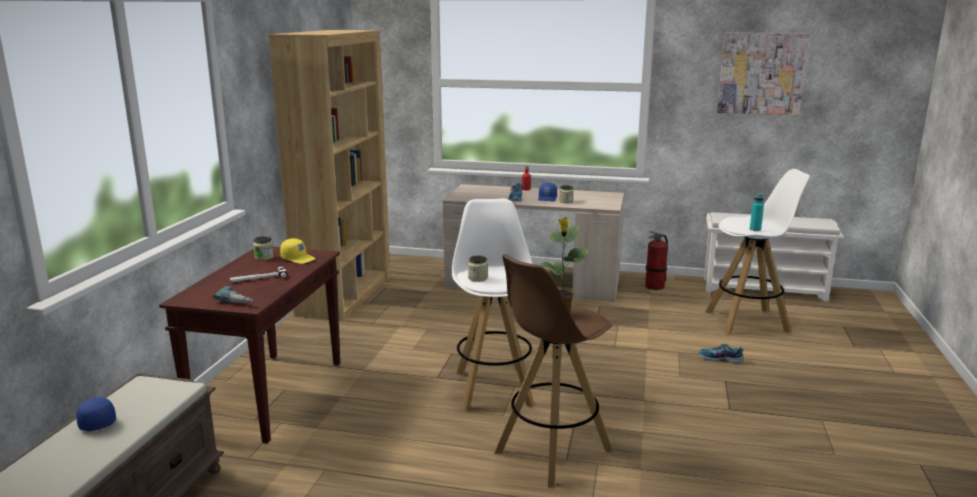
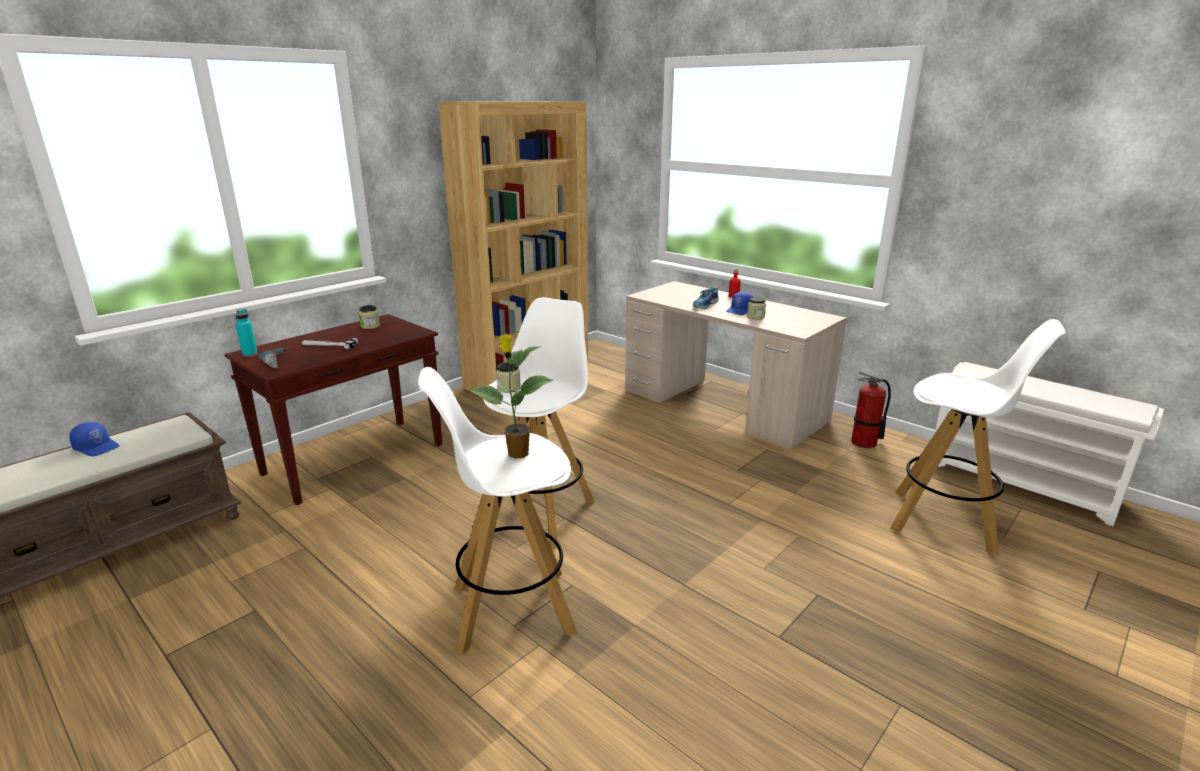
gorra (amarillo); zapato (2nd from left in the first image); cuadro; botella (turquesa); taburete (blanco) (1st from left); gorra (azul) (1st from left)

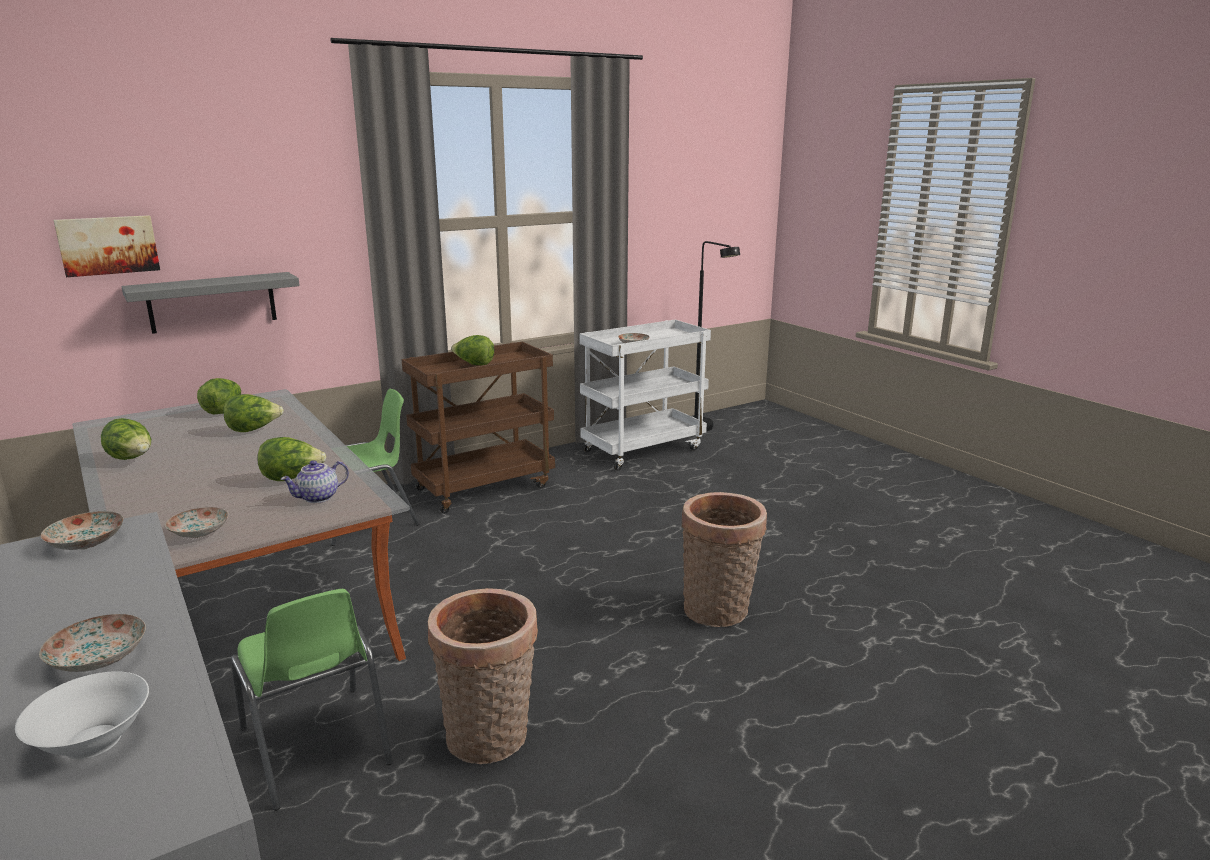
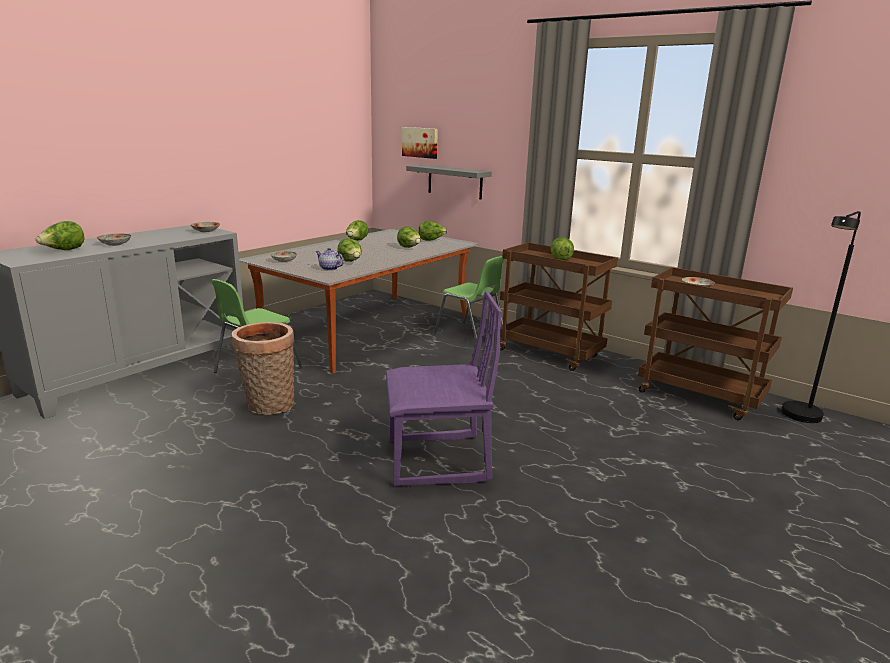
lechuga (1st from left); silla (morado); carrito (marrón) (2nd from left)

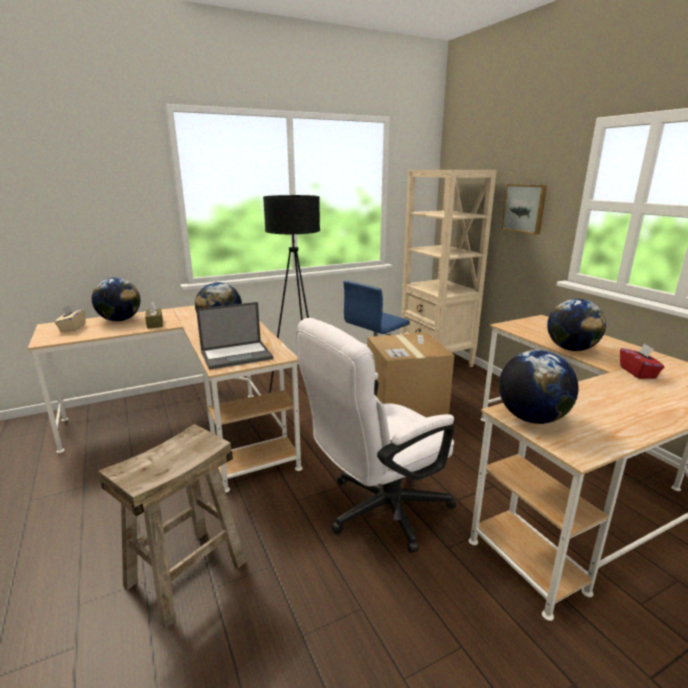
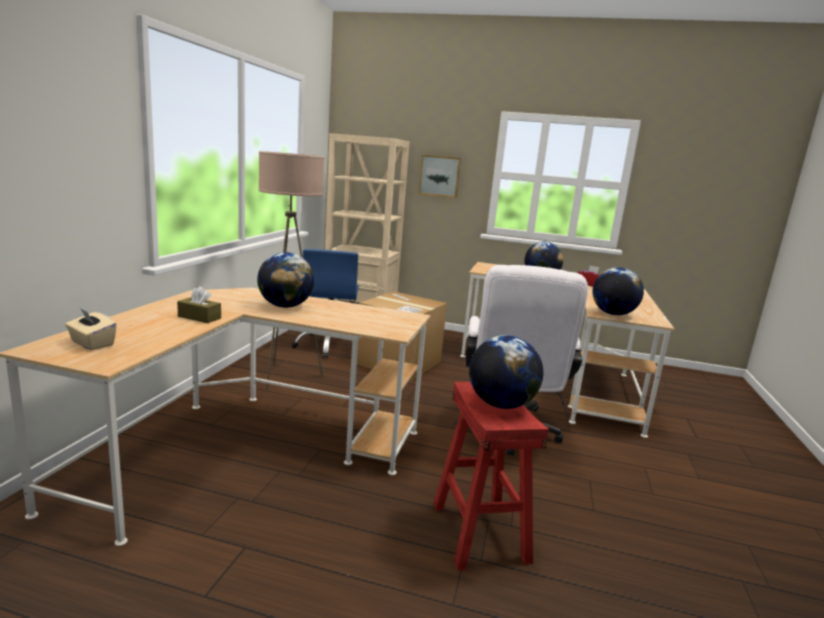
portátil; globo terráqueo (2nd from left); taburete (rojo); lámpara de pie (beis)

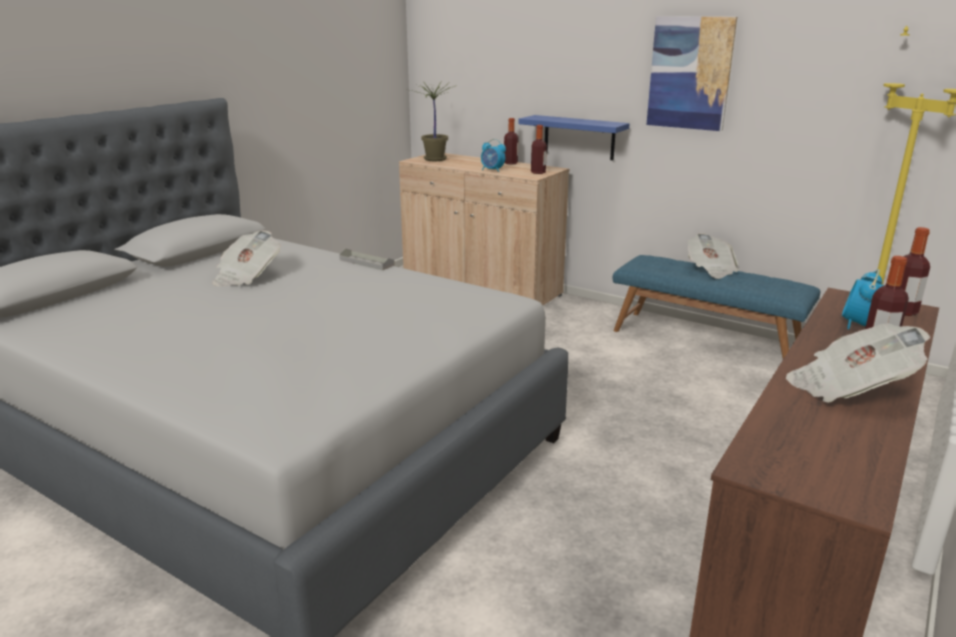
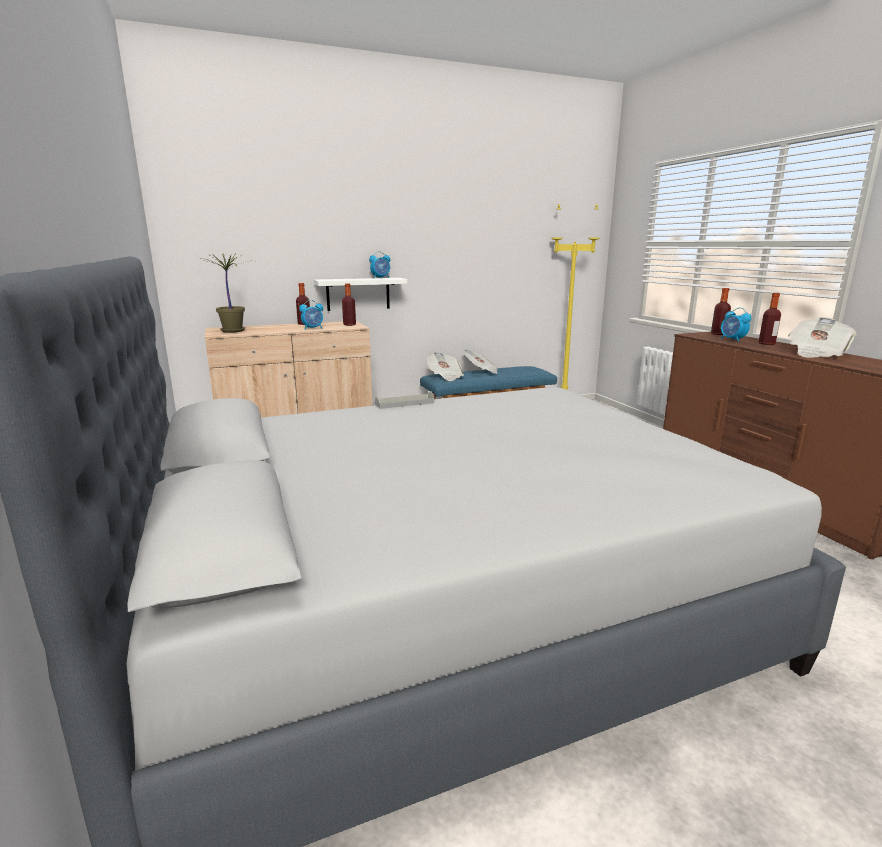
cuadro; despertador (2nd from left); periódico (1st from left); estante (blanco)

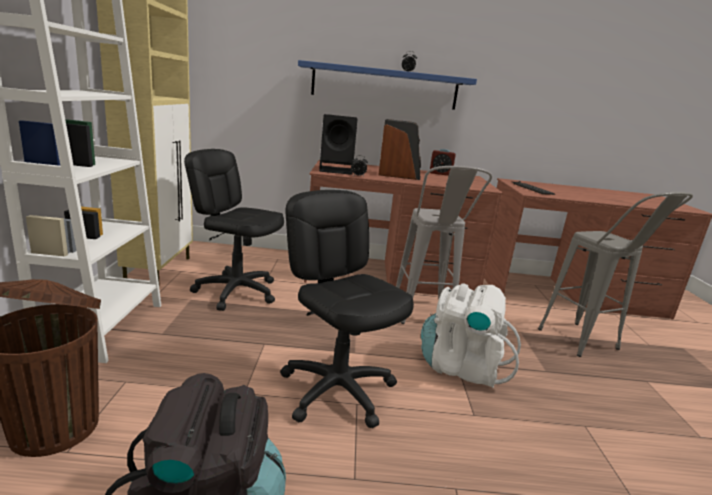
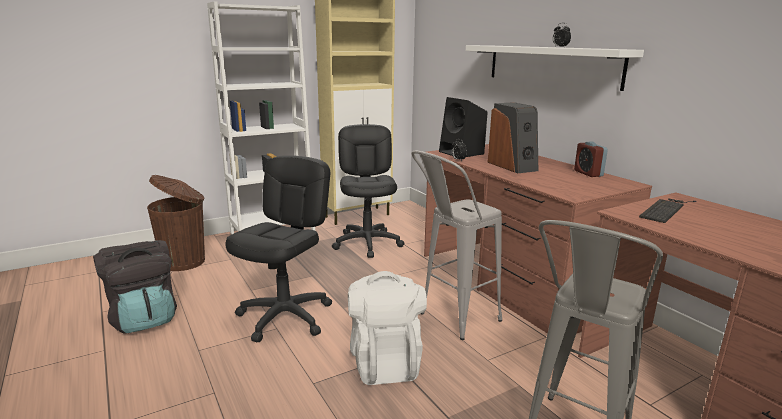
estante (blanco)

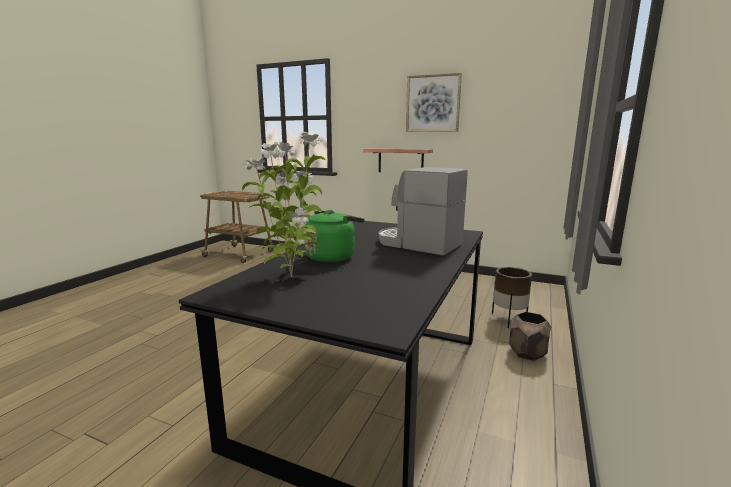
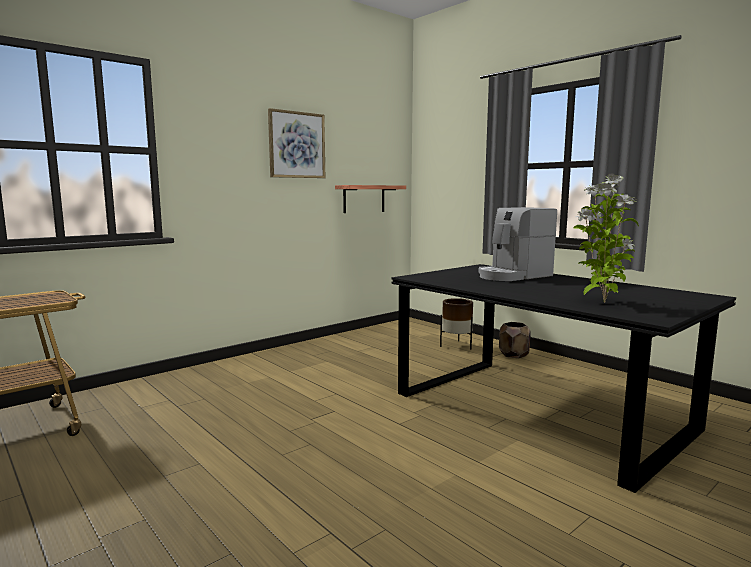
hervidor (verde); estante

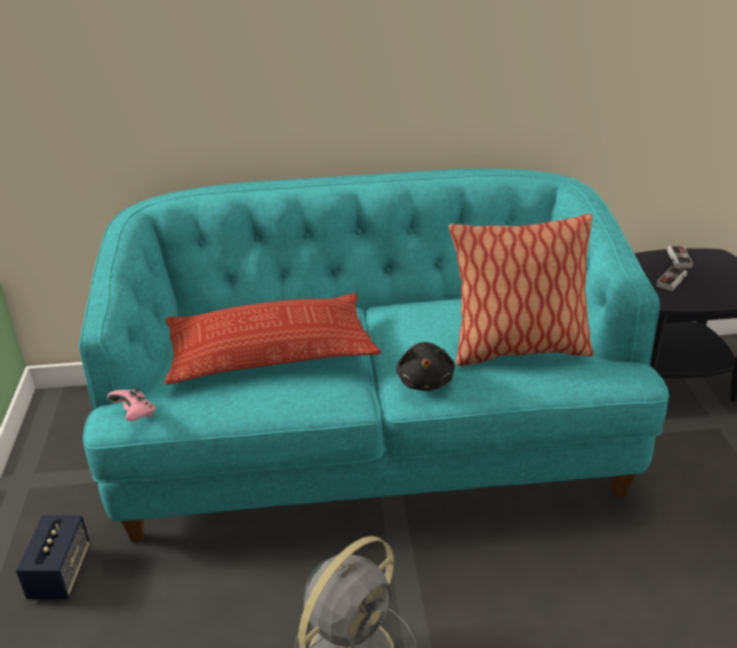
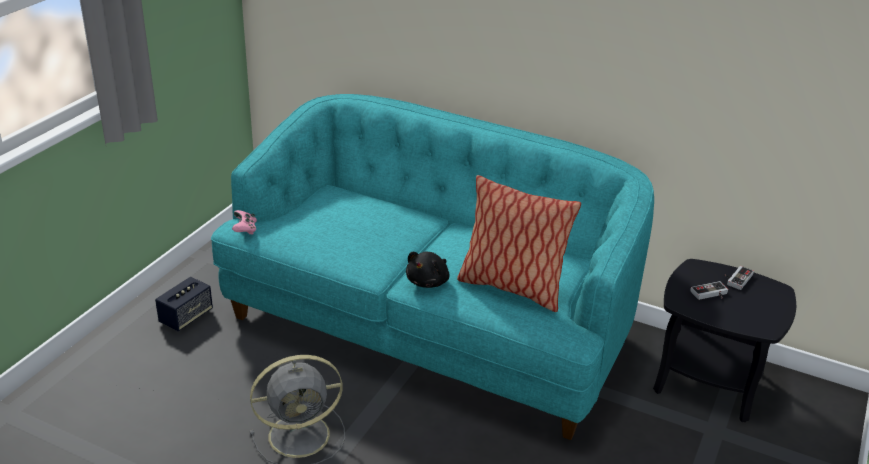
cojín (1st from left in the first image)

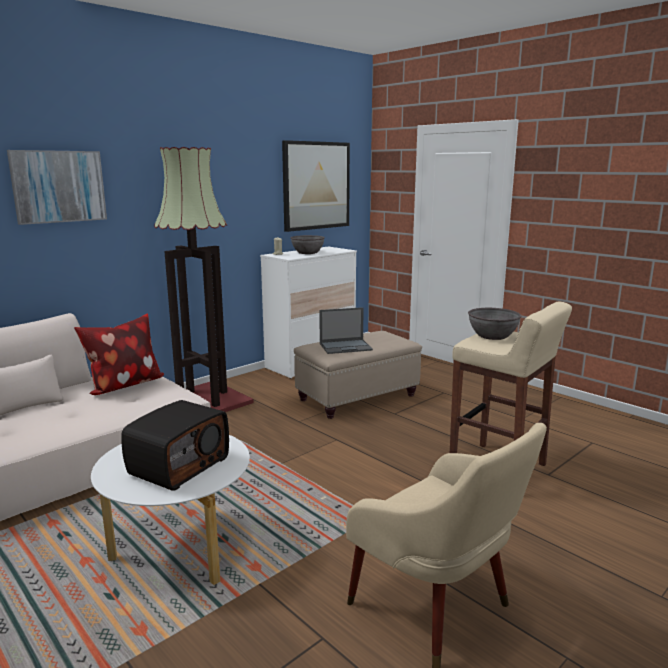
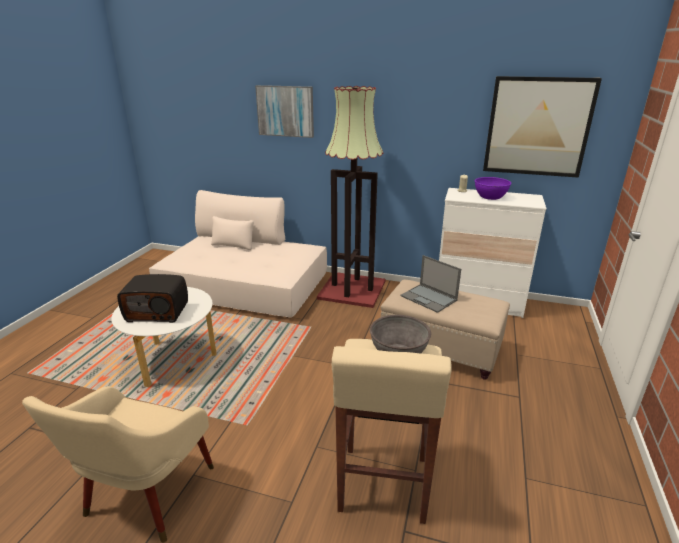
cojín; cuenco (morado)

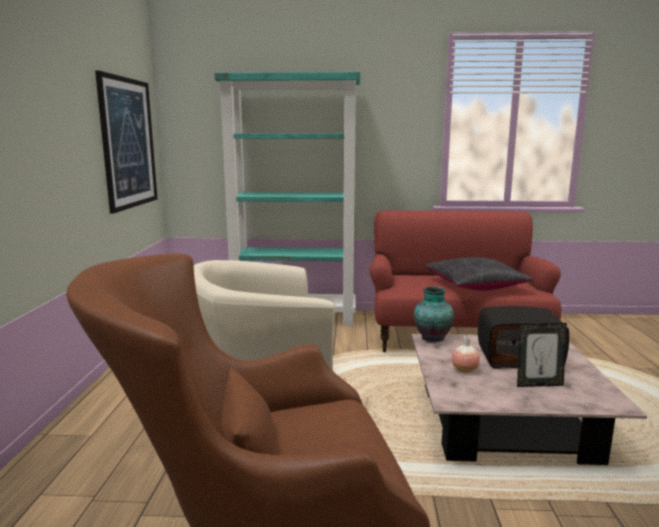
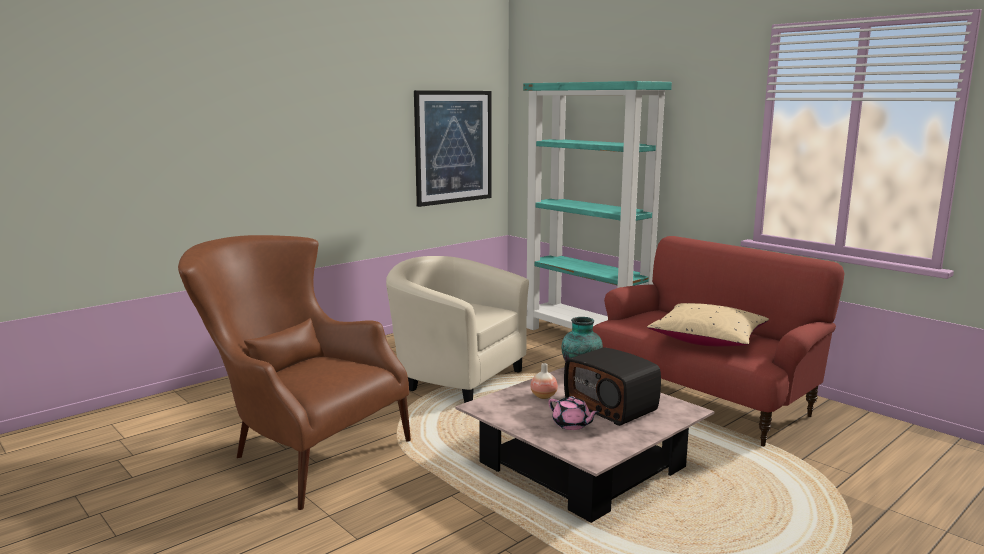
tetera (rosa); cojín (beis)

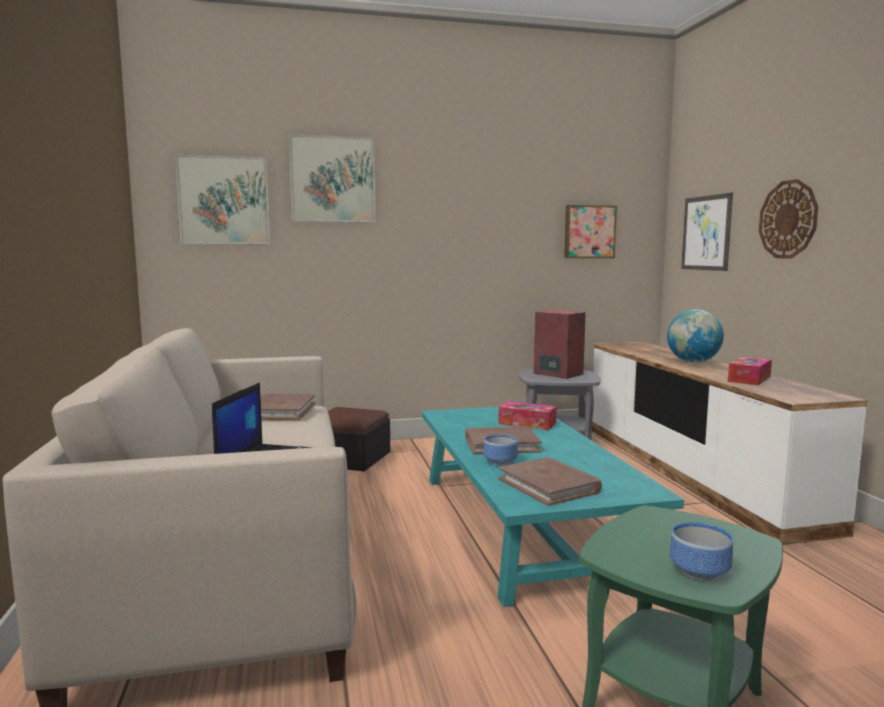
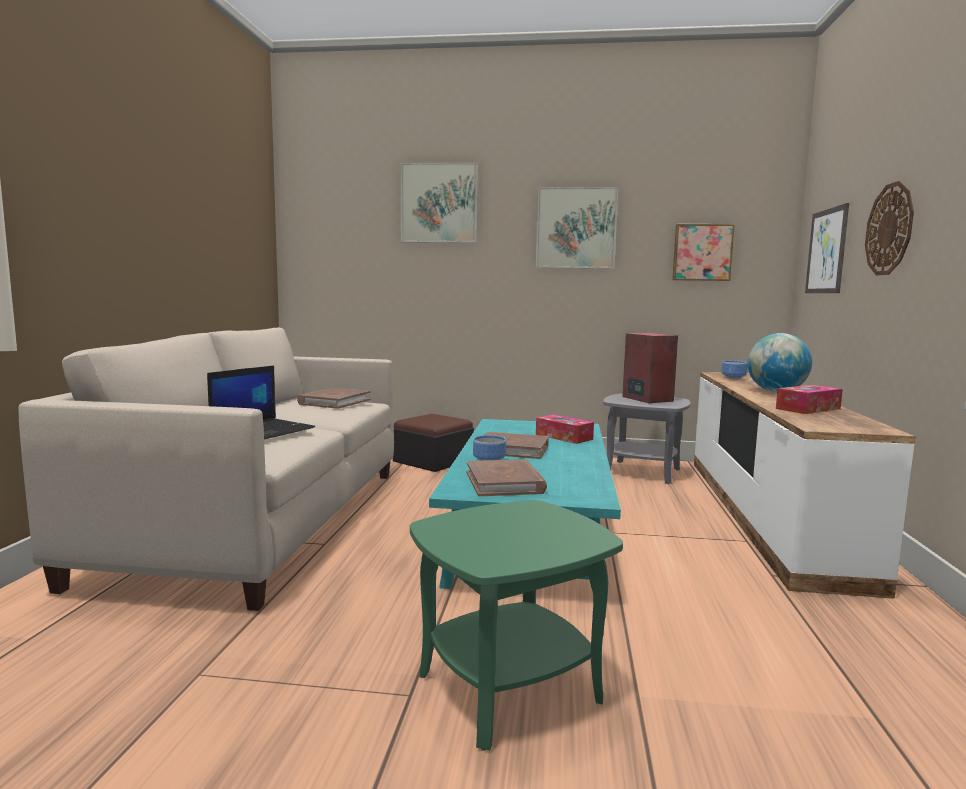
cuadro (2nd from left); cuenco (2nd from left)

